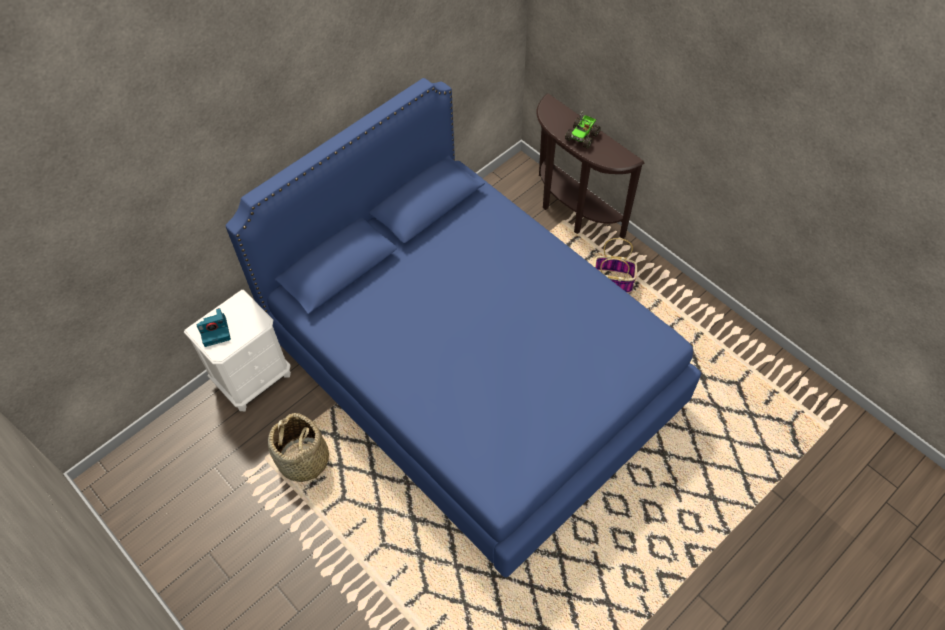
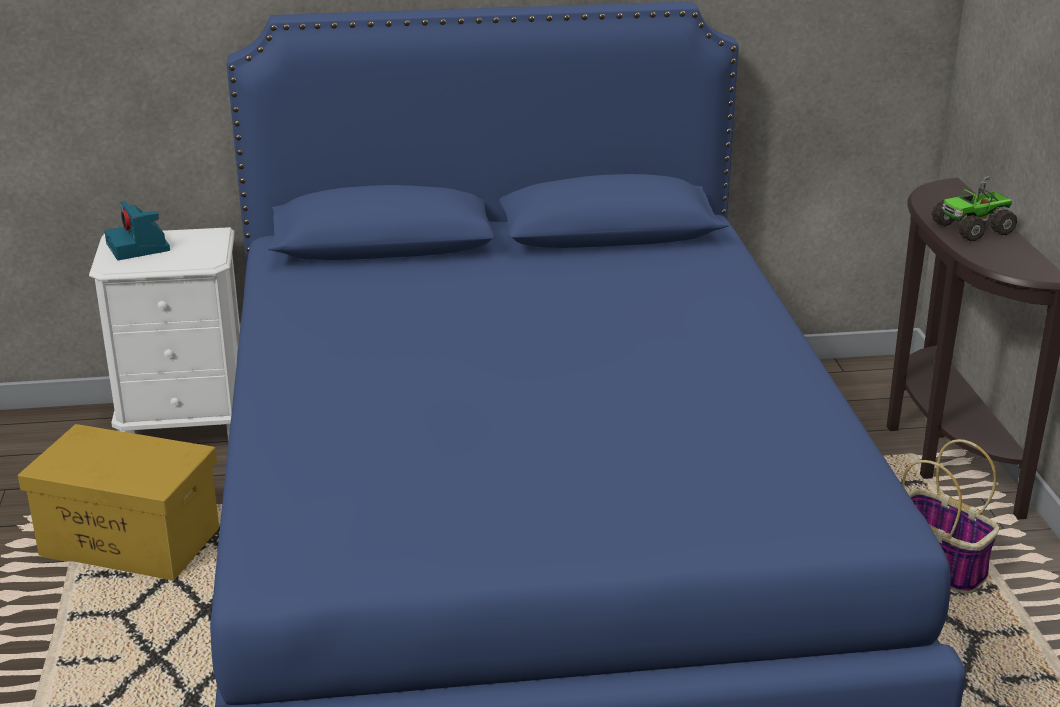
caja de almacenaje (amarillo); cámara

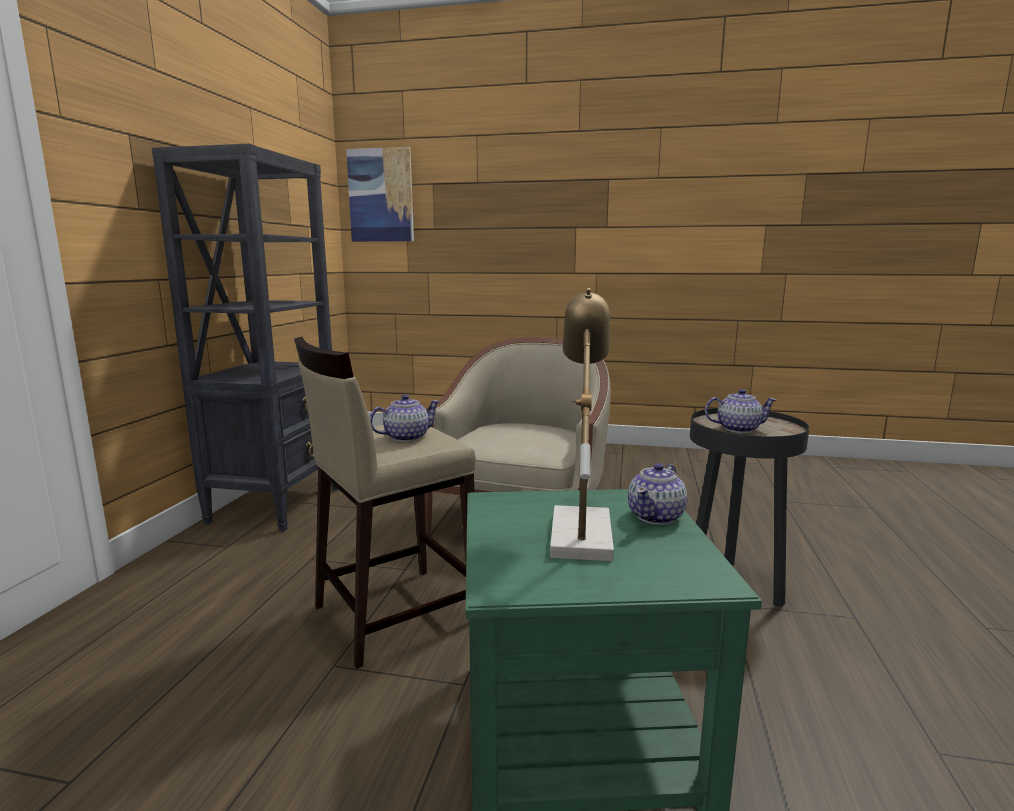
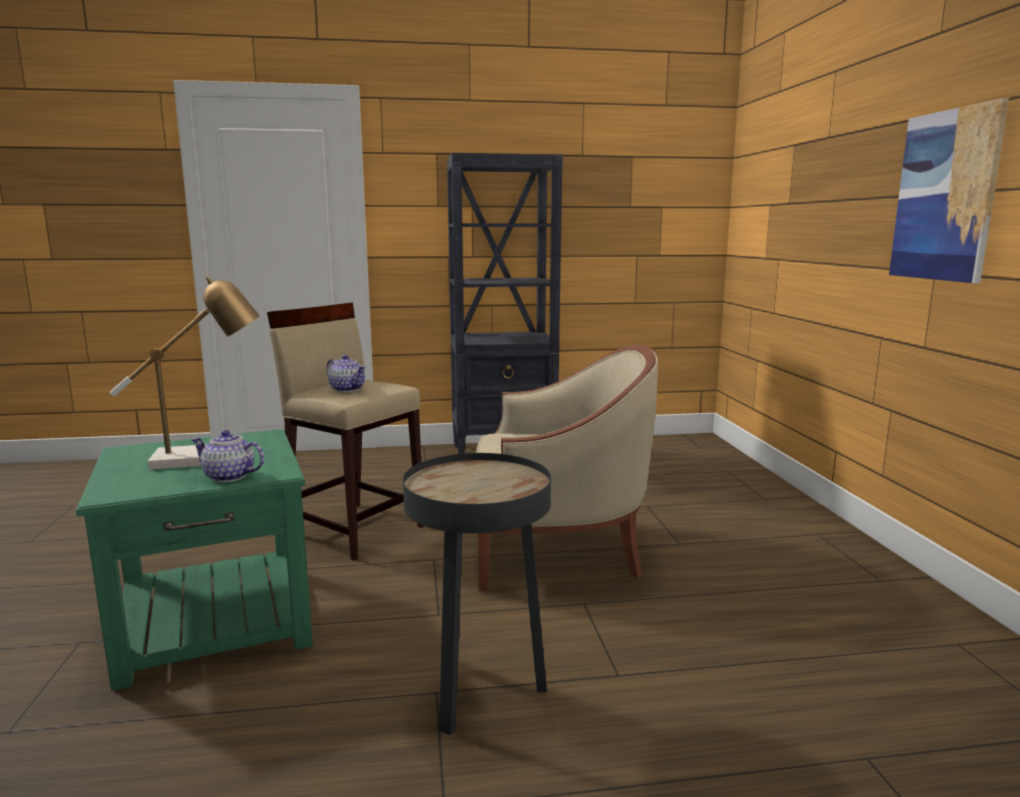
tetera (3rd from left in the first image); cuadro

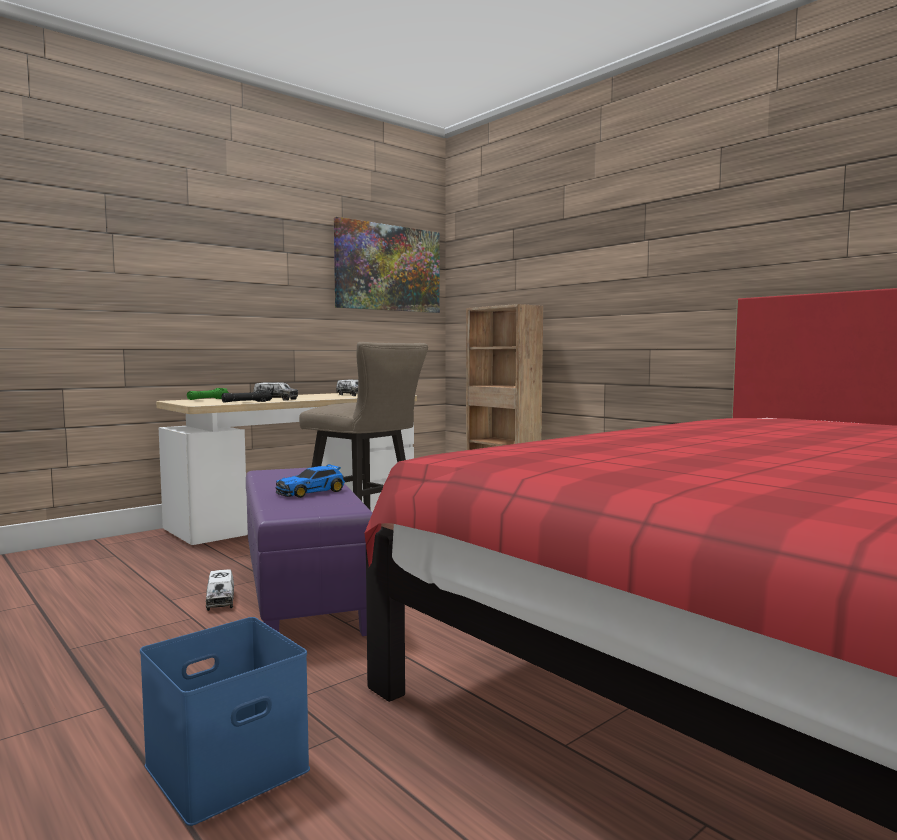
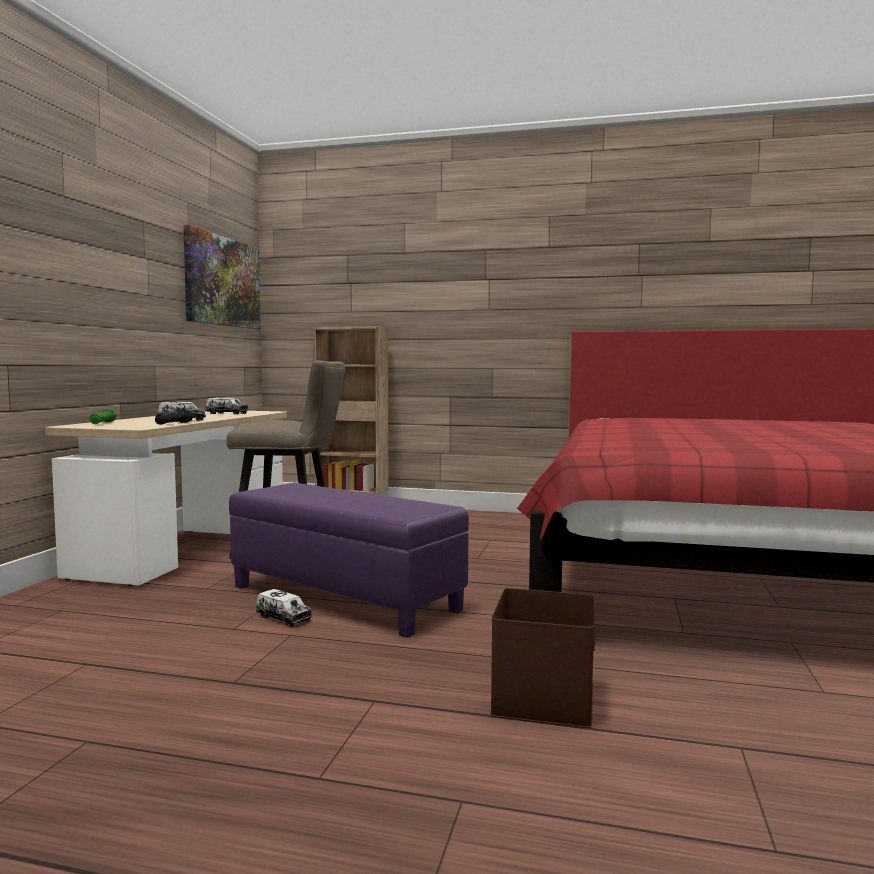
coche de juguete; caja de almacenaje (marrón)

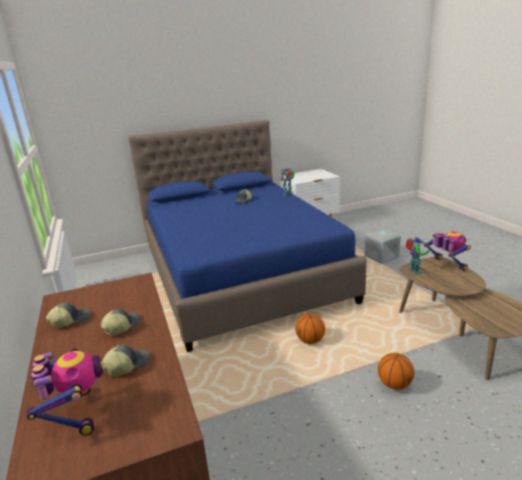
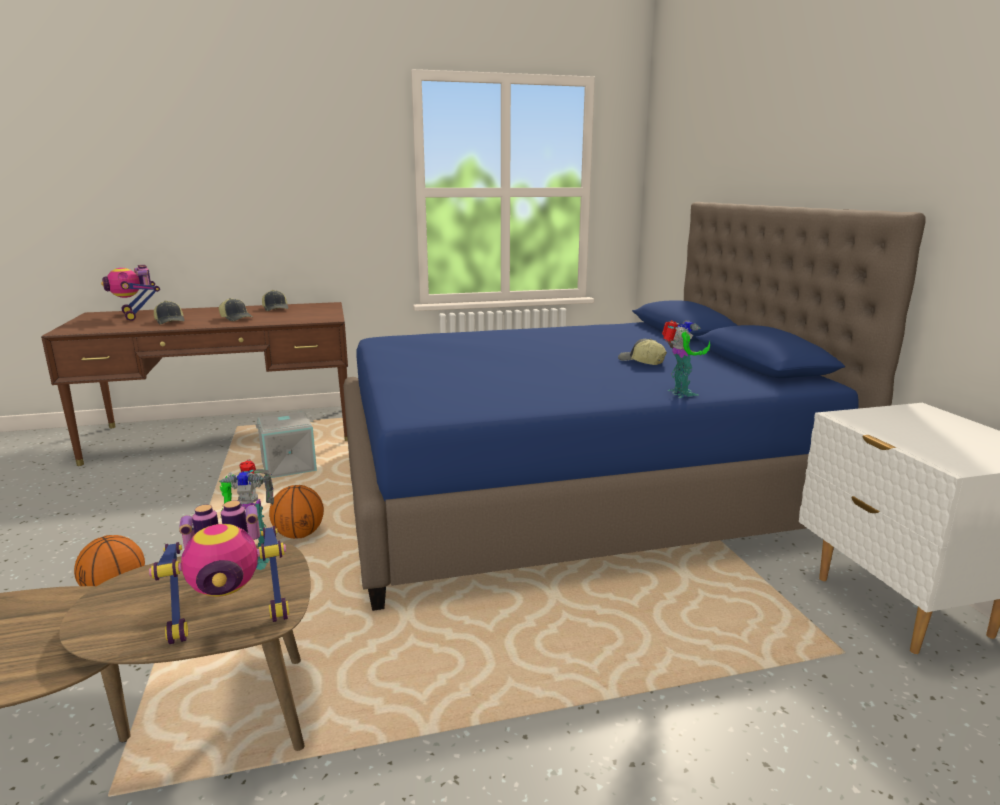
caja de almacenaje (gris); robot de juguete (1st from left)

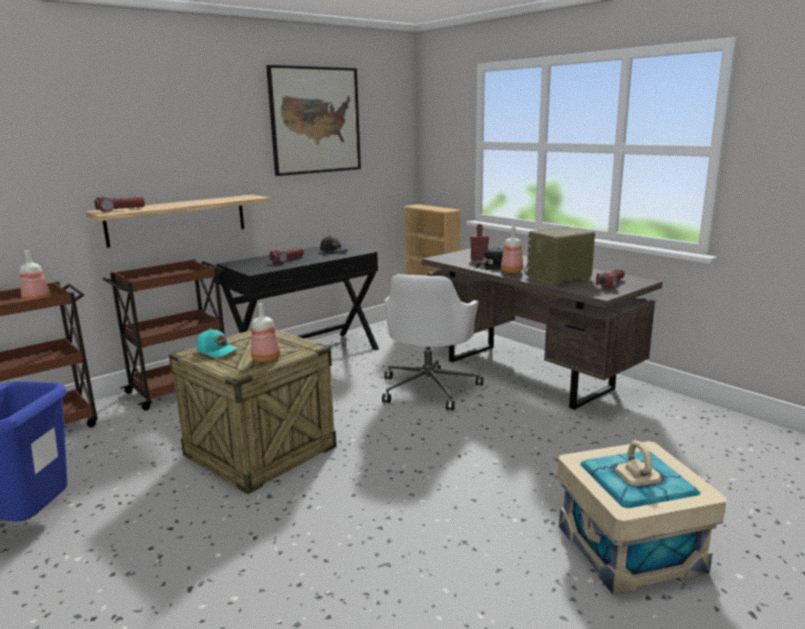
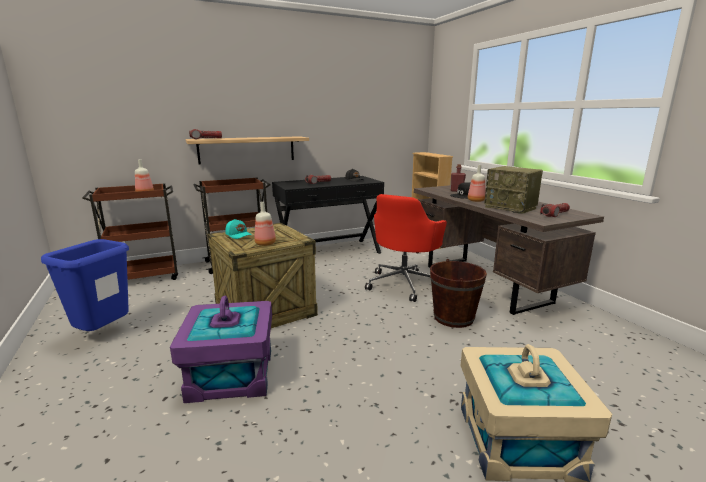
cuadro; caja de almacenaje (morado); cubo (marrón); silla de oficina (rojo); radio

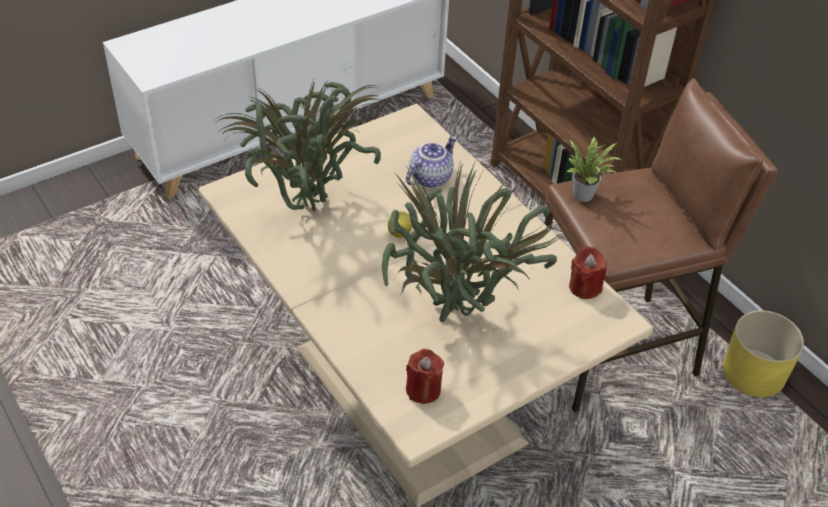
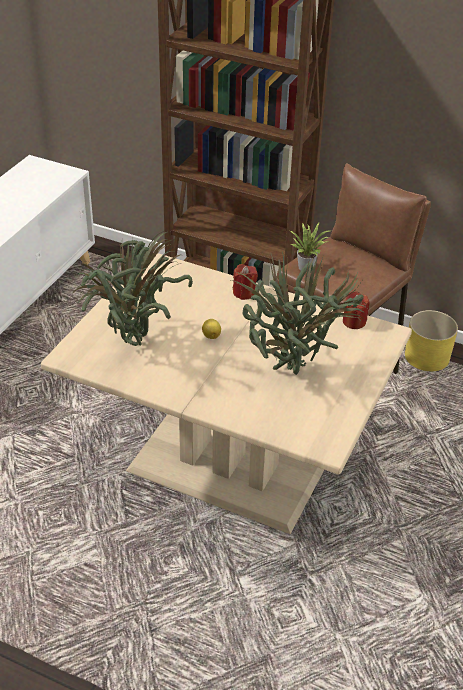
tetera; vela (rojo) (1st from left)

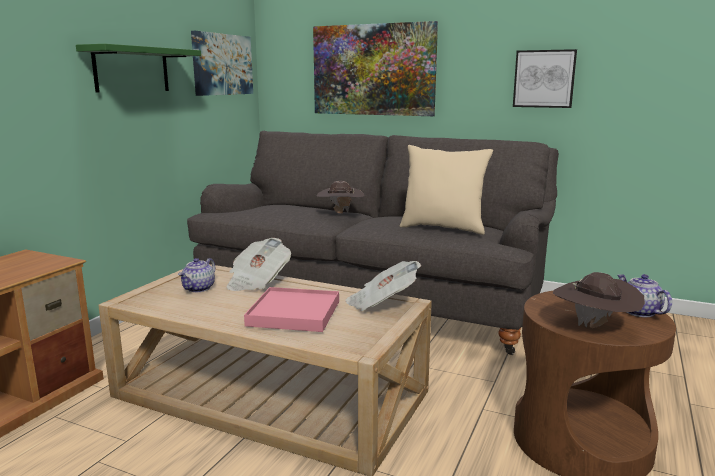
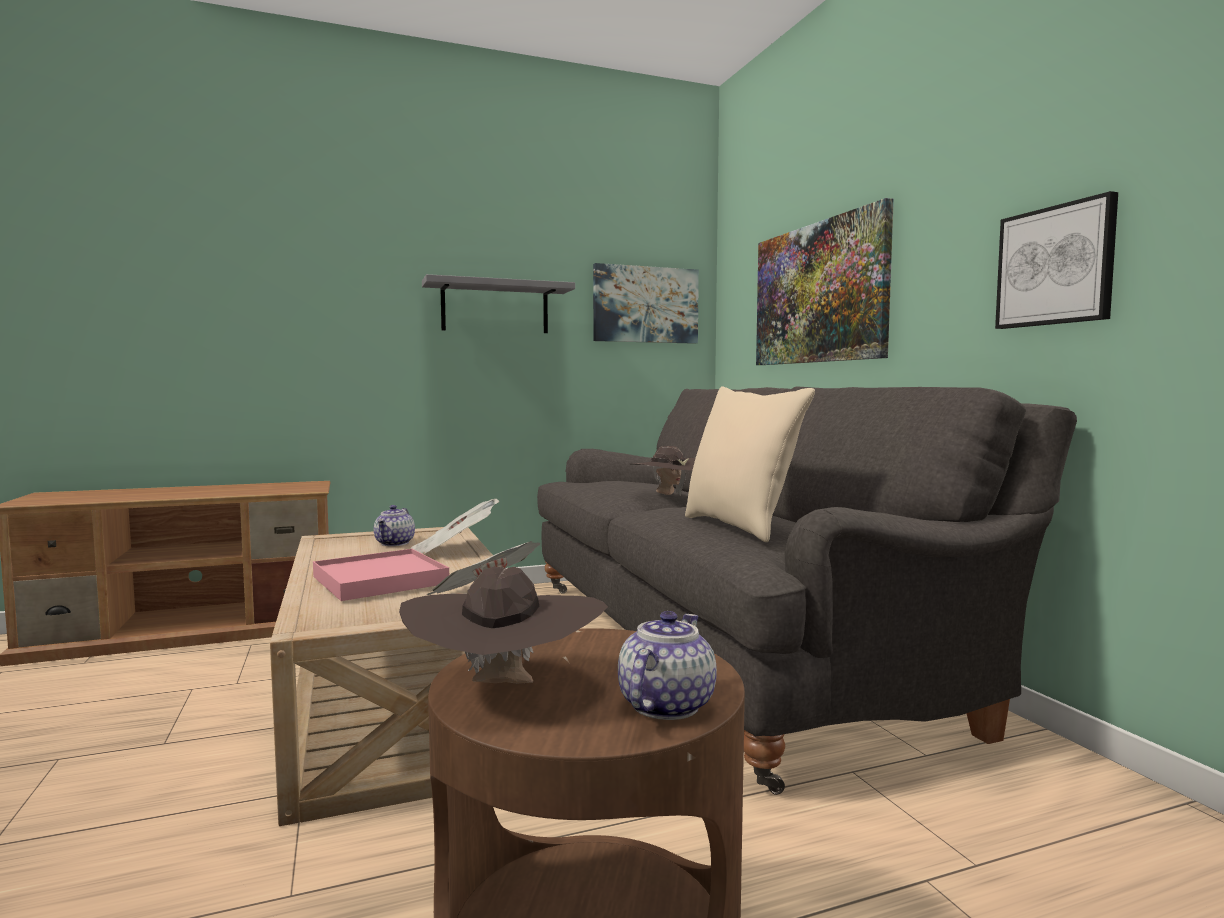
estante (gris); tetera (1st from left)

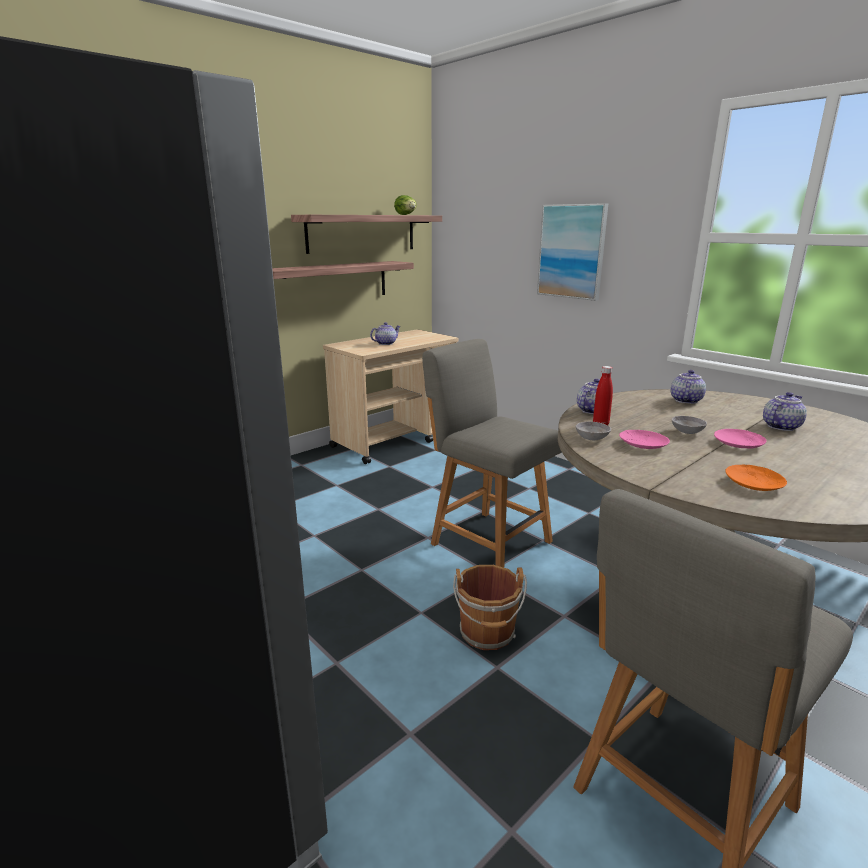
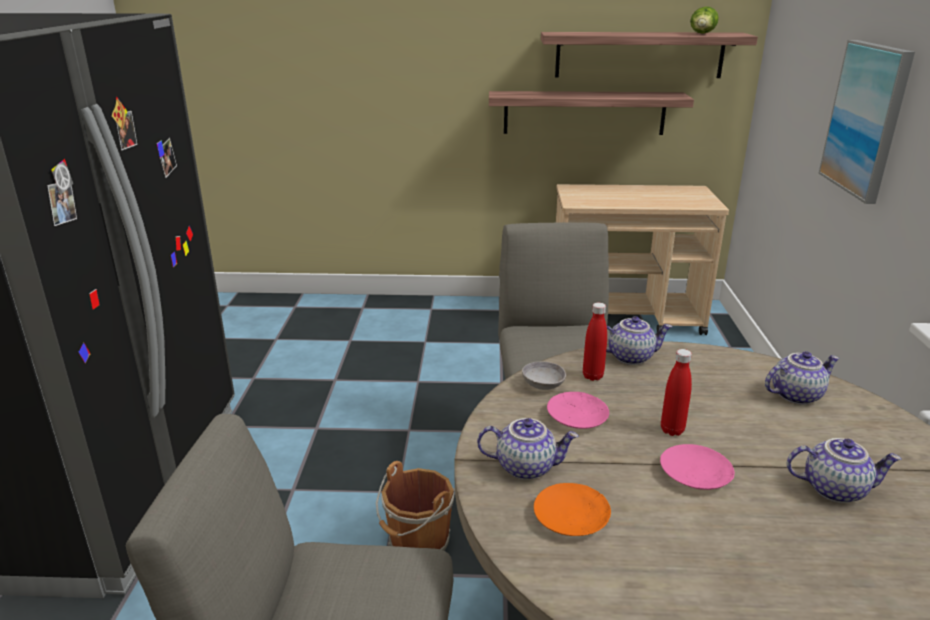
tetera (1st from left); botella (rojo) (2nd from left)

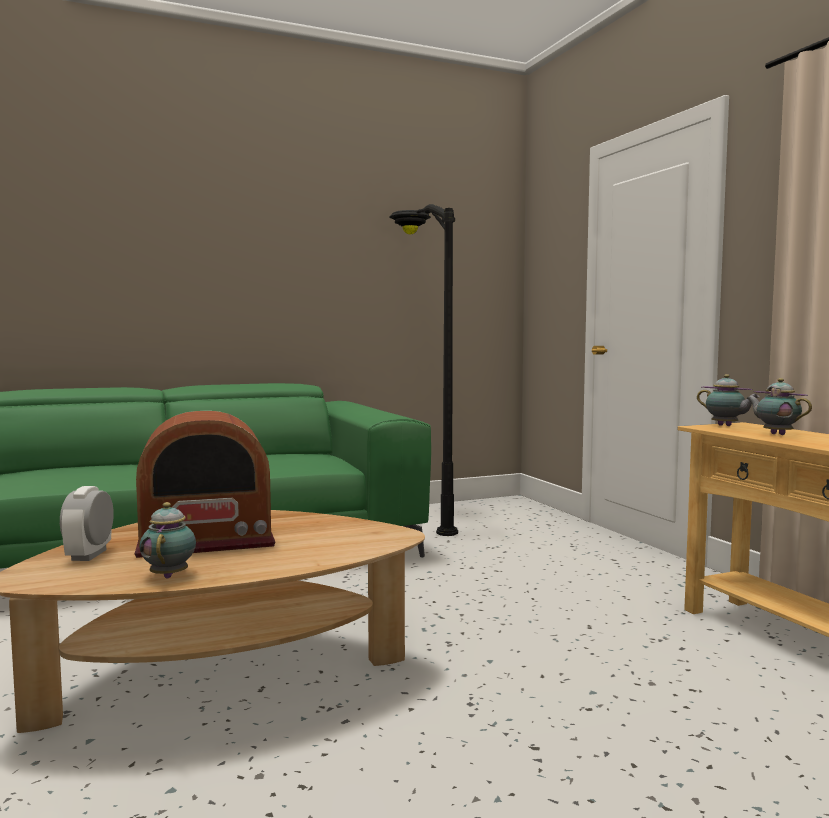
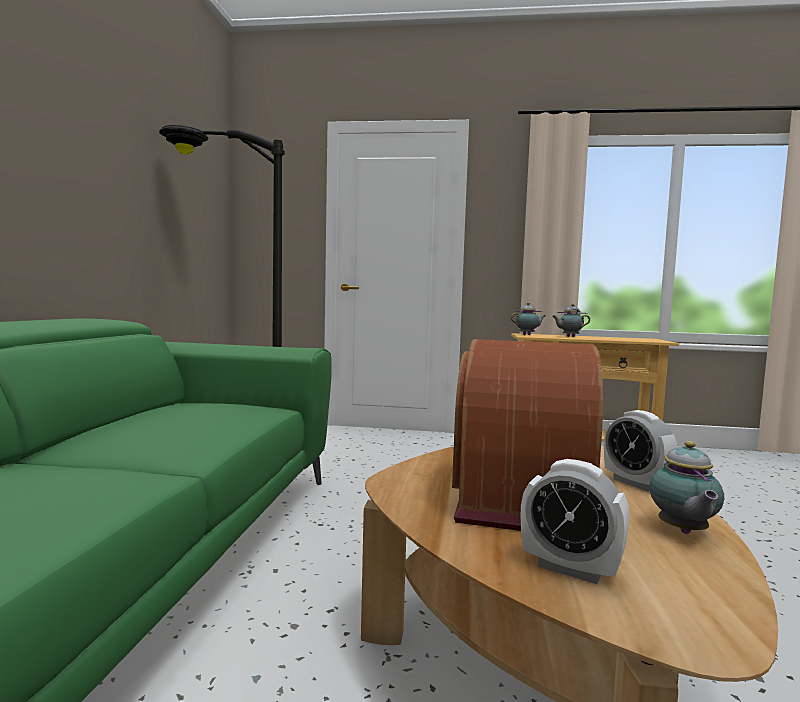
despertador (2nd from left); tetera (3rd from left)

